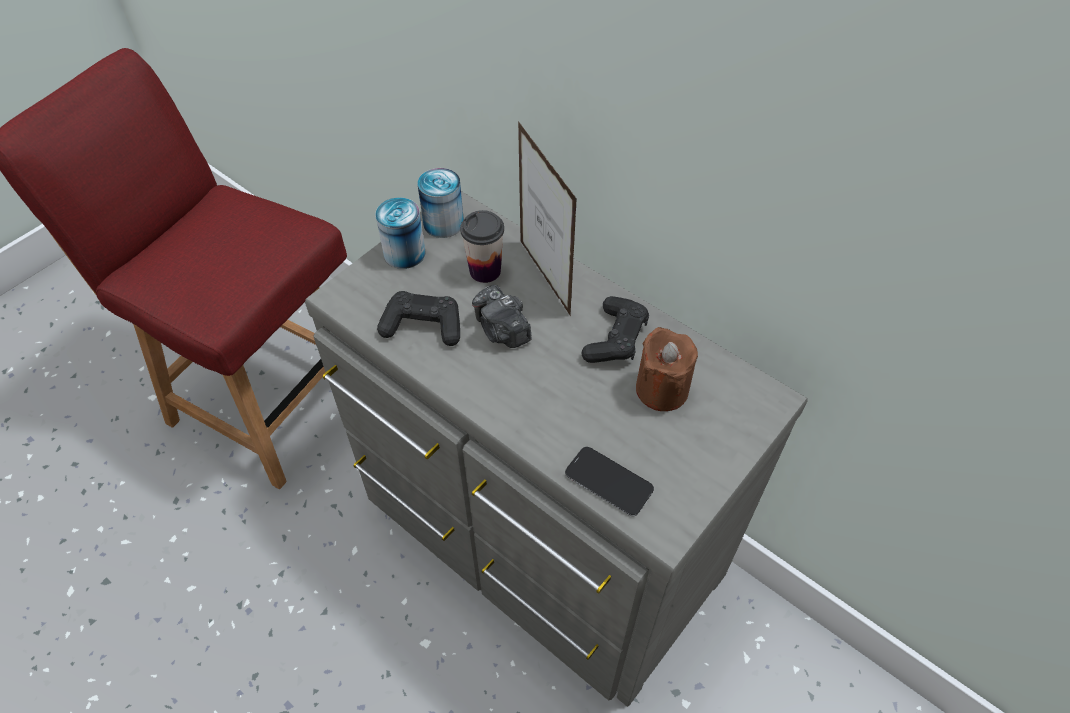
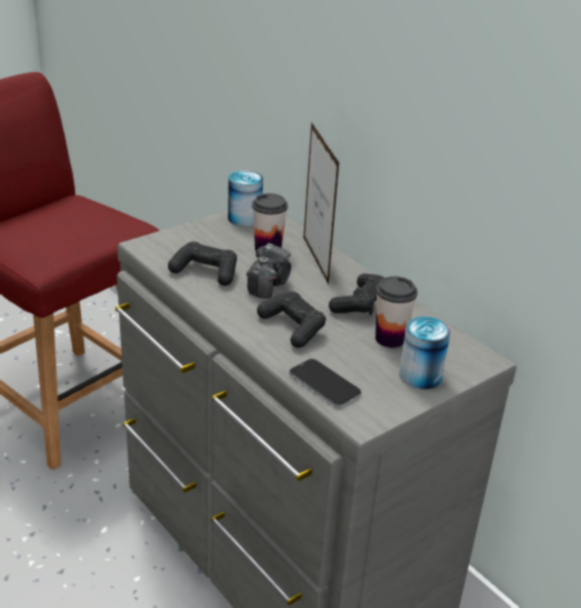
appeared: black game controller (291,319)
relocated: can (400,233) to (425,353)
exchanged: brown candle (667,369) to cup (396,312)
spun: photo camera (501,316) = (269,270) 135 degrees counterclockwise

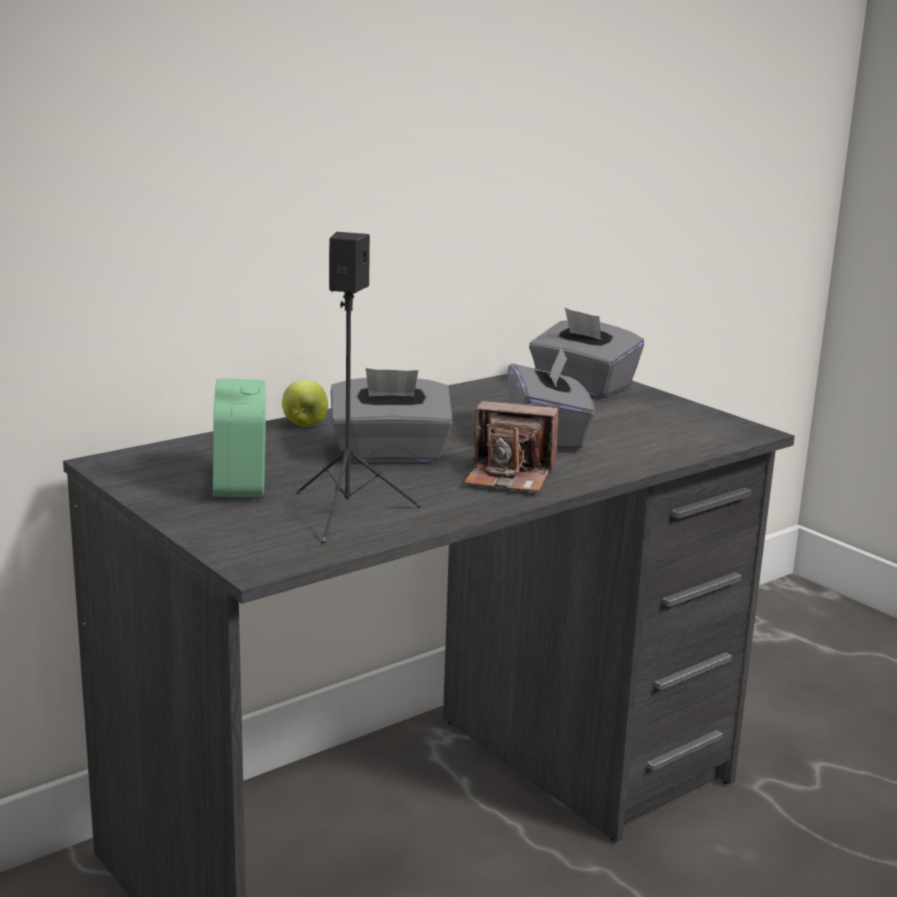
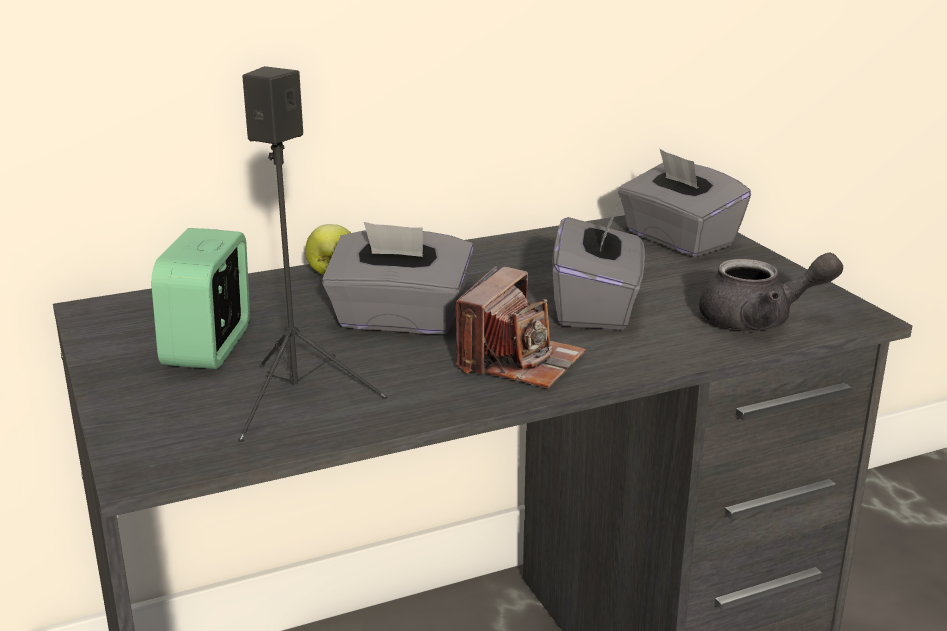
appeared: grey teapot (771,292)
spun: photo camera (511,446) = (521,327) 90 degrees counterclockwise

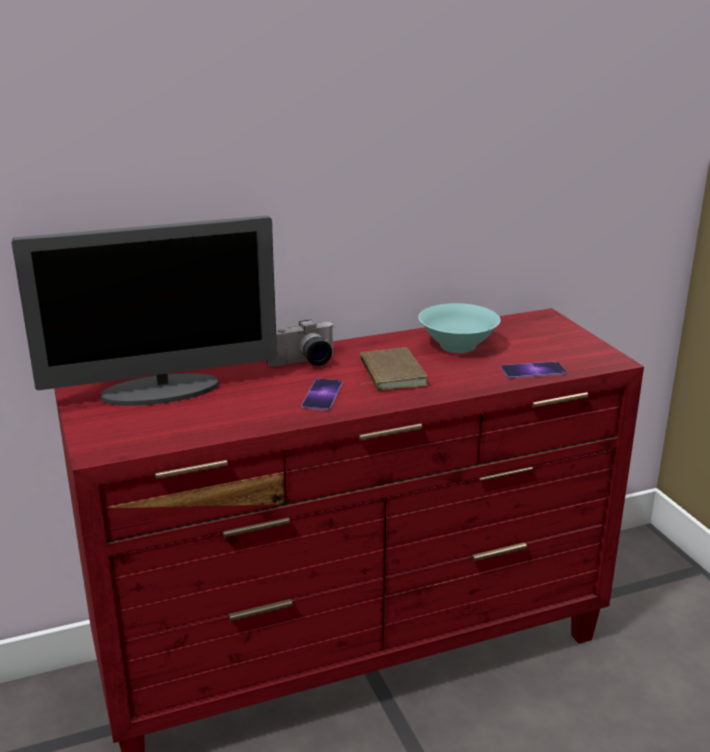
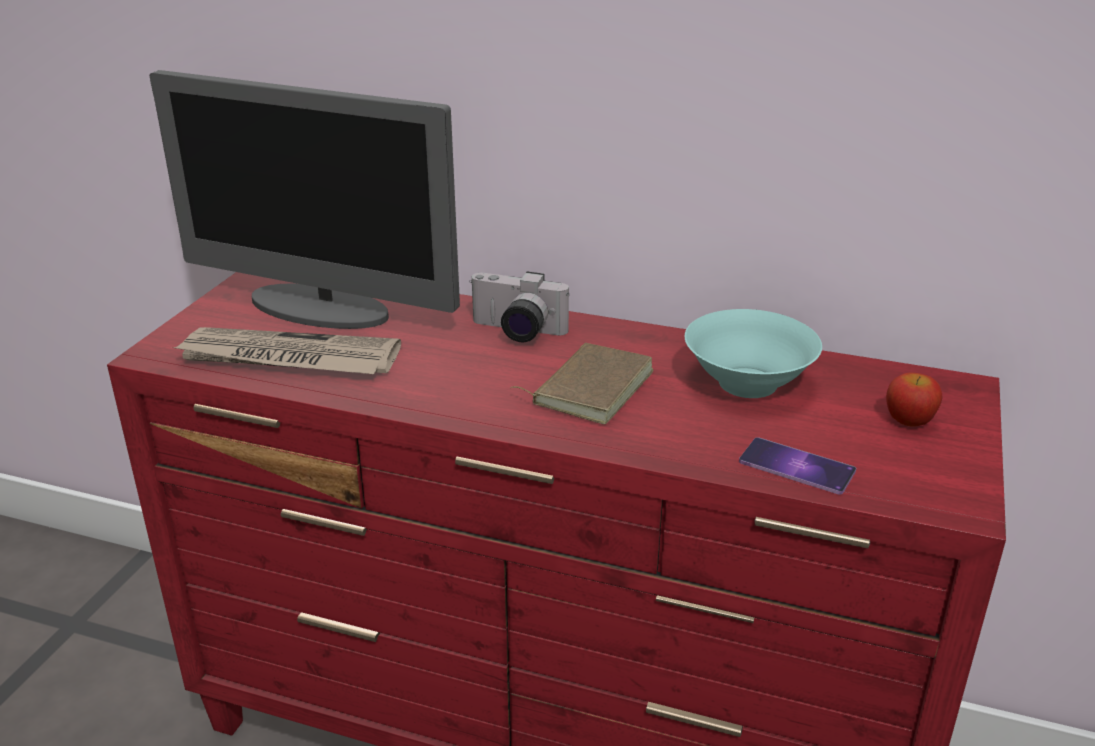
missing: phone (322,394)
appeared: newspaper (286,350); apple (914,399)

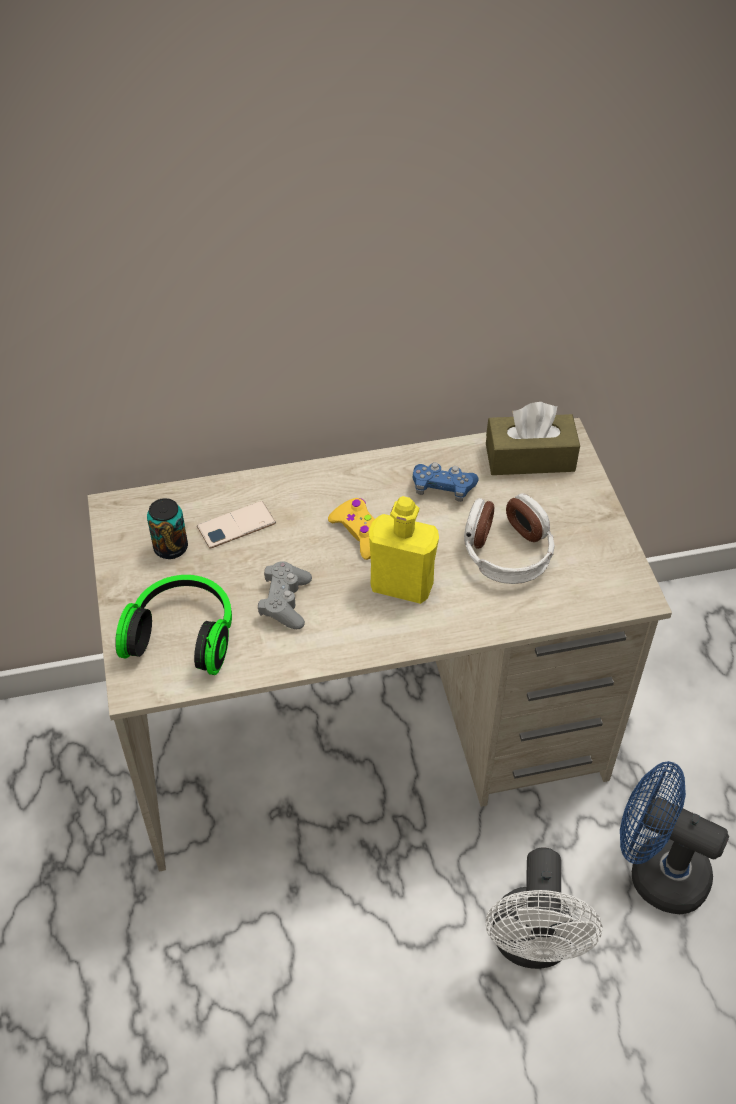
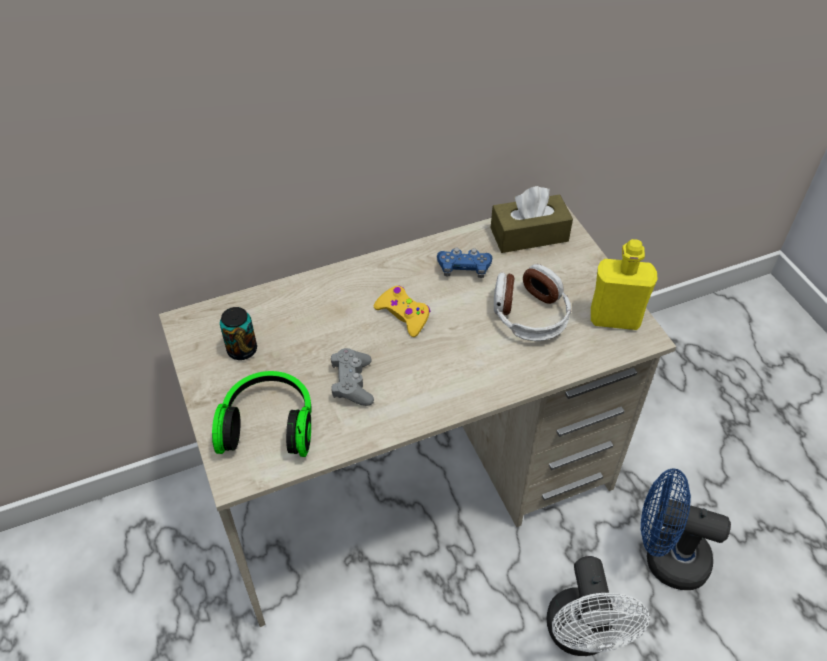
missing: phone (236,525)
relocated: yellow bottle (404,550) to (624,284)

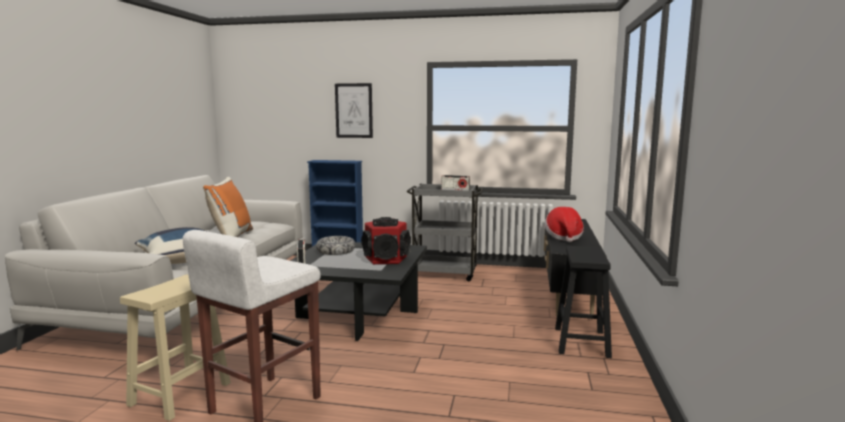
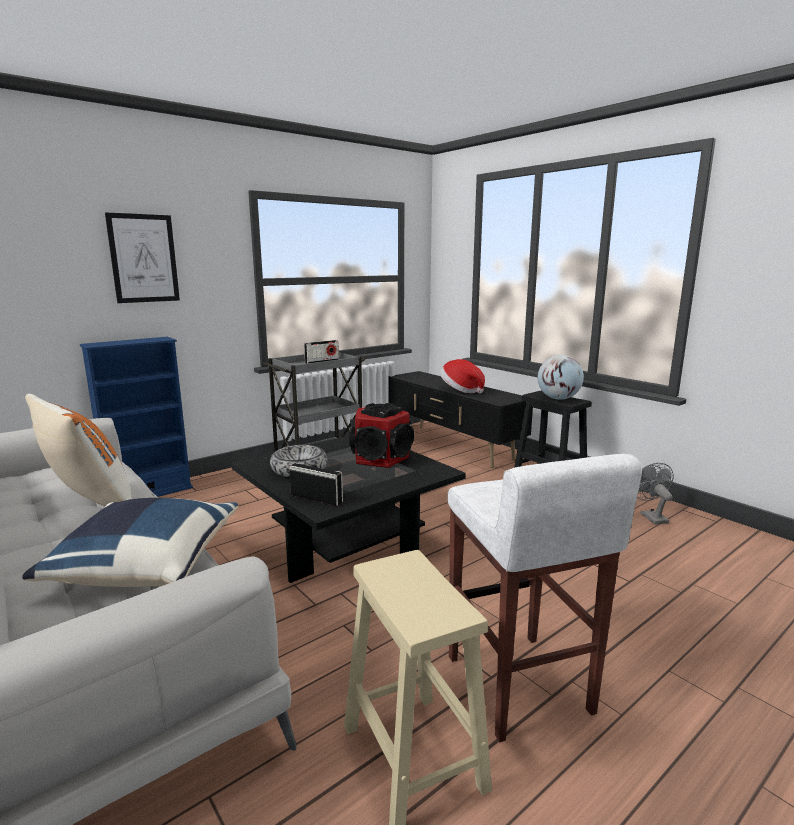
appeared: globe (561,377); grey fan (655,494)

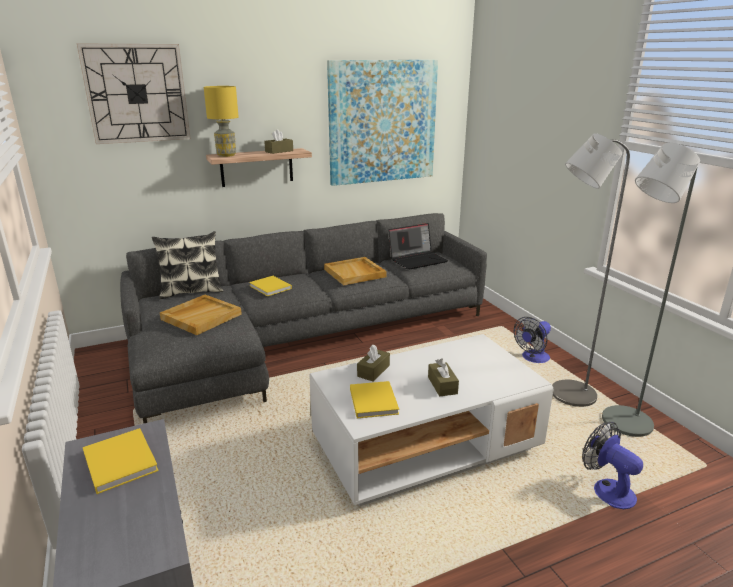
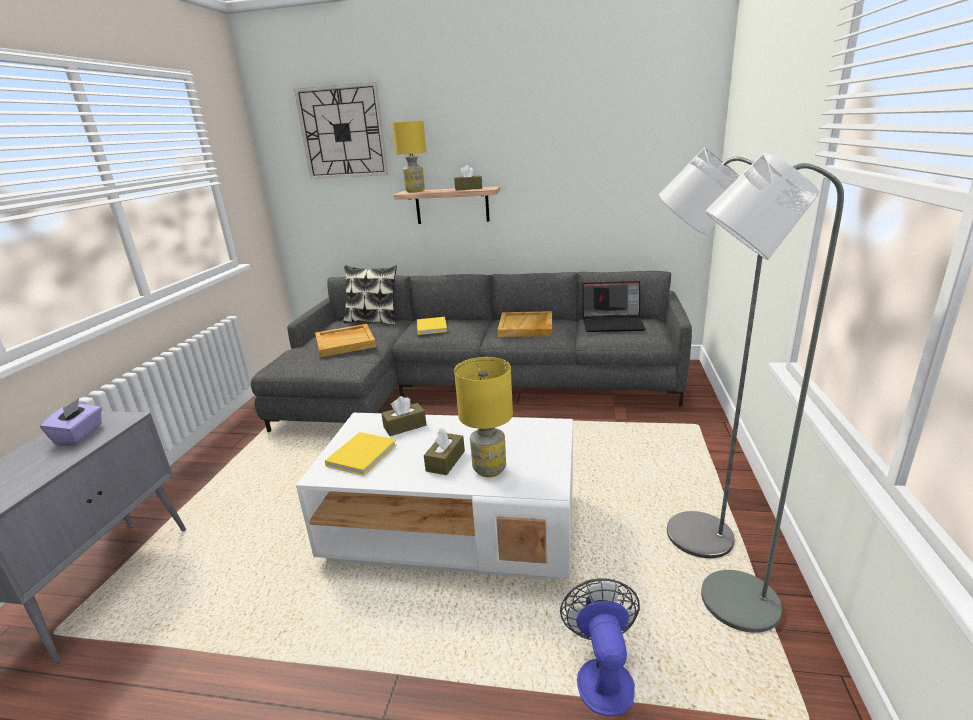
missing: picture (382,123); fan (532,340)
appeared: yellow table lamp (483,417)
exchanged: yellow book (120,461) to purple tissue box (71,421)

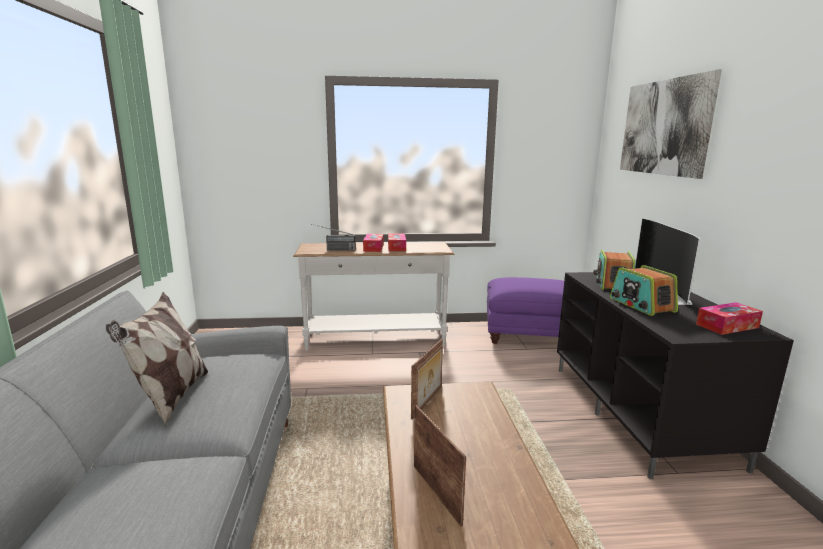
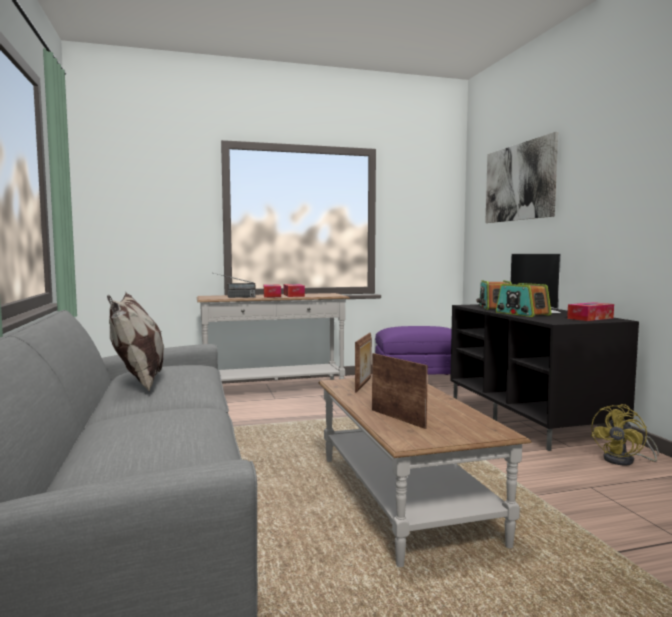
appeared: yellow fan (625,435)

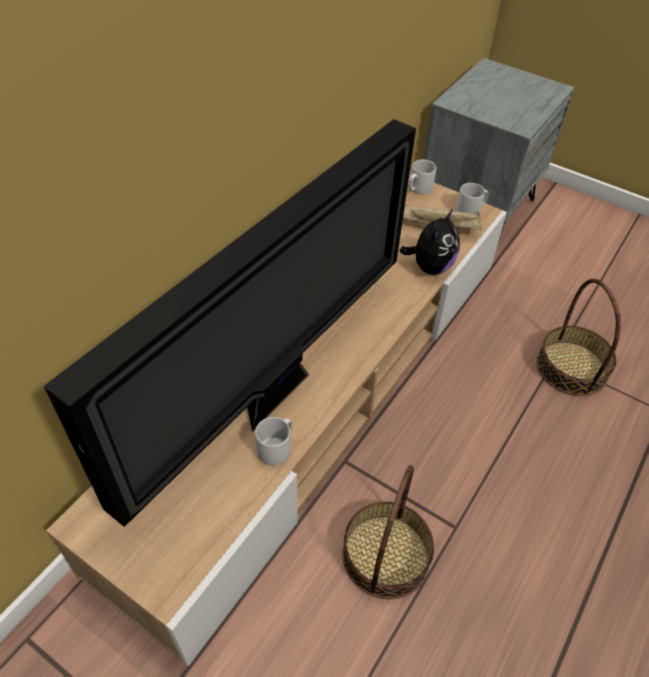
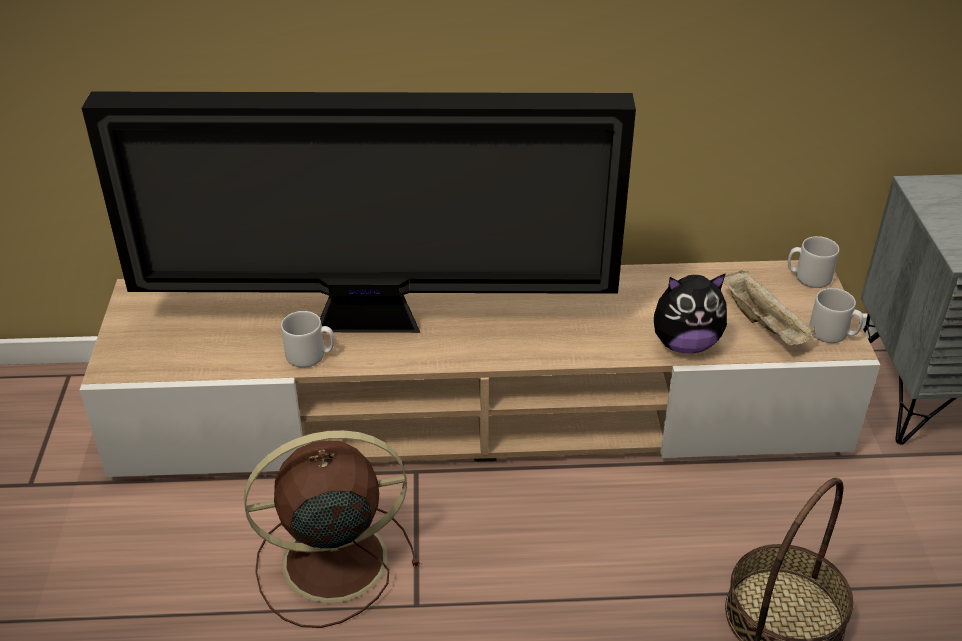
exchanged: basket (388,532) to brown fan (332,529)

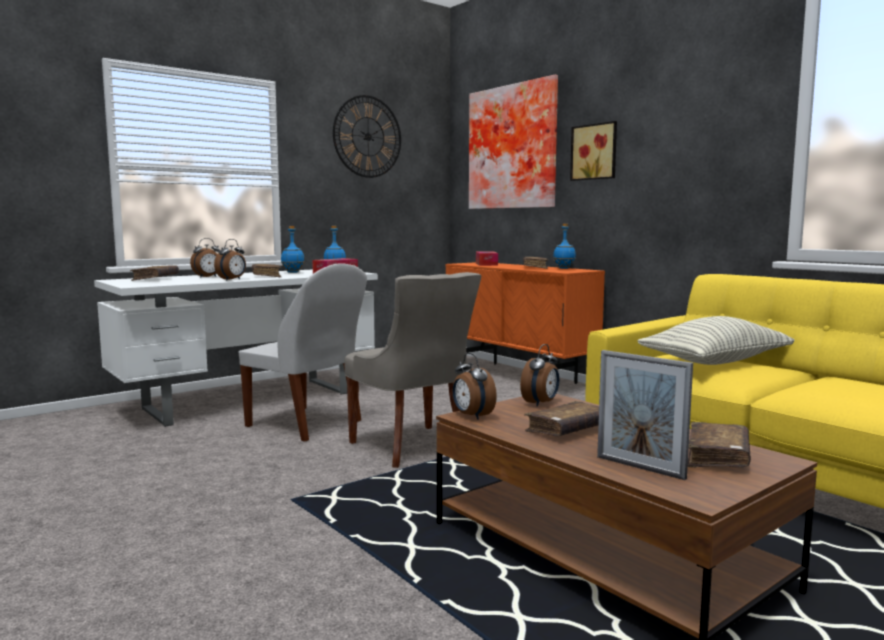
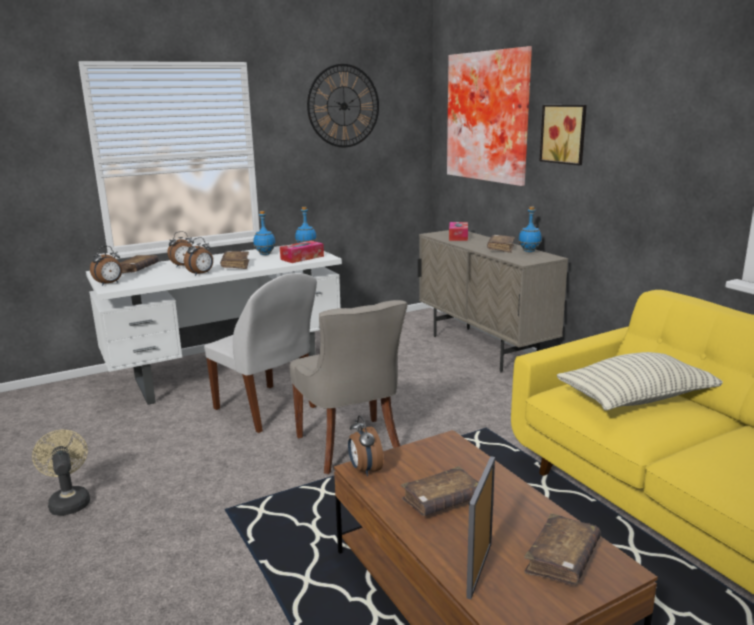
appeared: beige fan (61,473)
relocated: alarm clock (539,375) to (106,266)
colour: orange cabinet (525,323) to beige cabinet (493,301)
spun: picture frame (645,415) = (480,527) 60 degrees clockwise

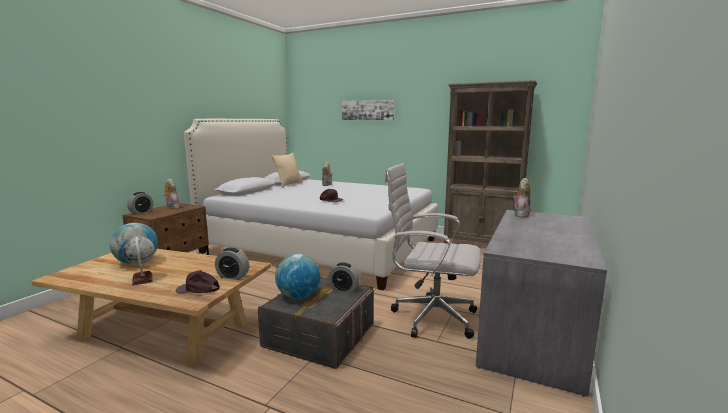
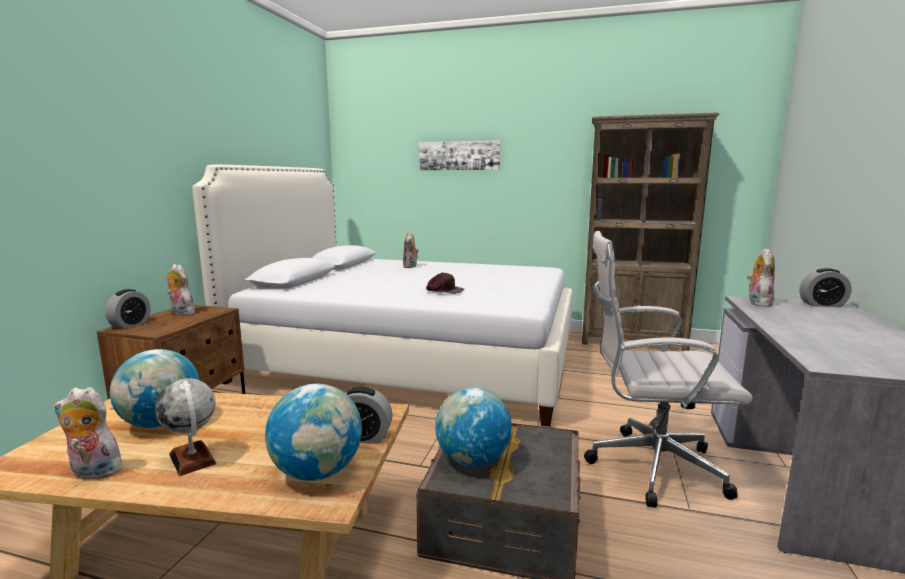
missing: beige pillow (287,170)
appeared: plush toy (89,433)
relocated: alarm clock (344,277) to (825,287)
exchanged: brown cap (197,281) to globe (313,432)

